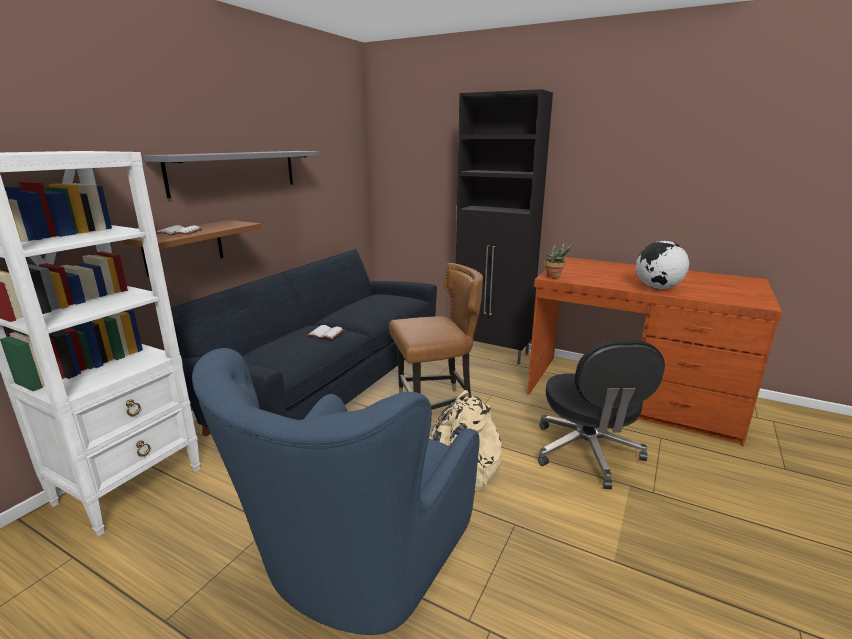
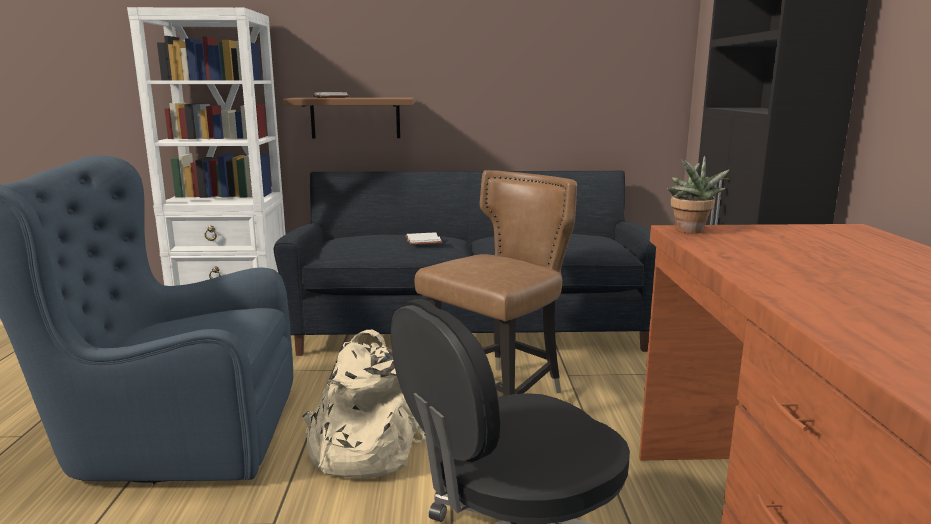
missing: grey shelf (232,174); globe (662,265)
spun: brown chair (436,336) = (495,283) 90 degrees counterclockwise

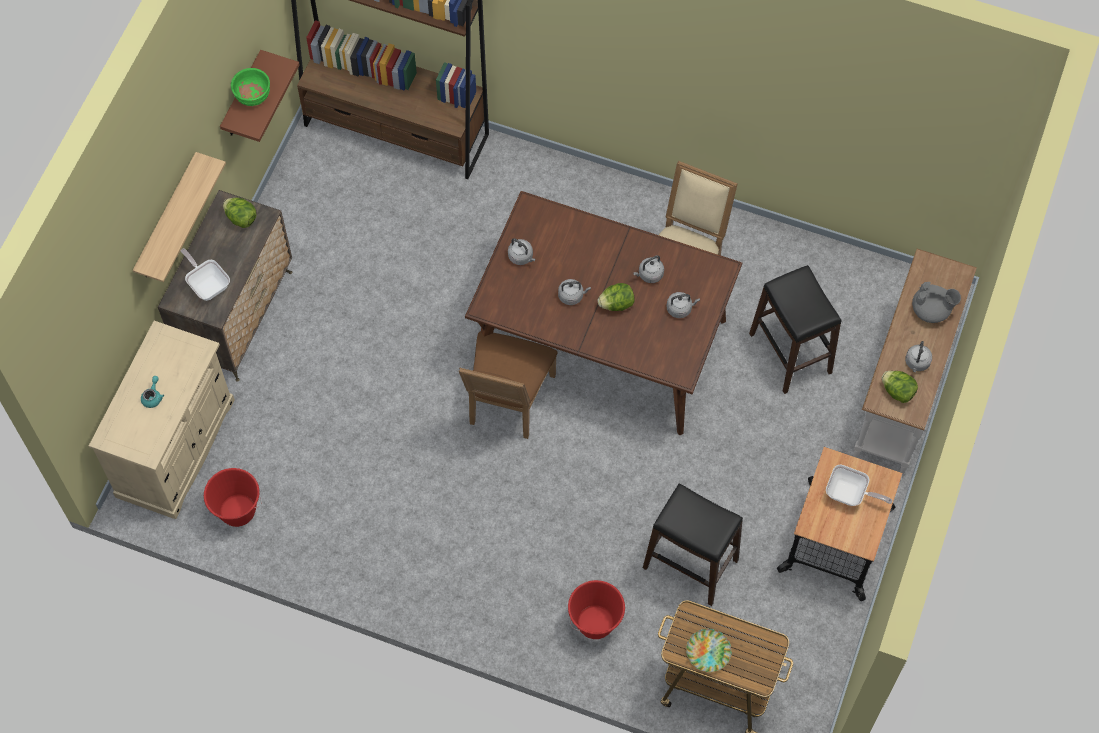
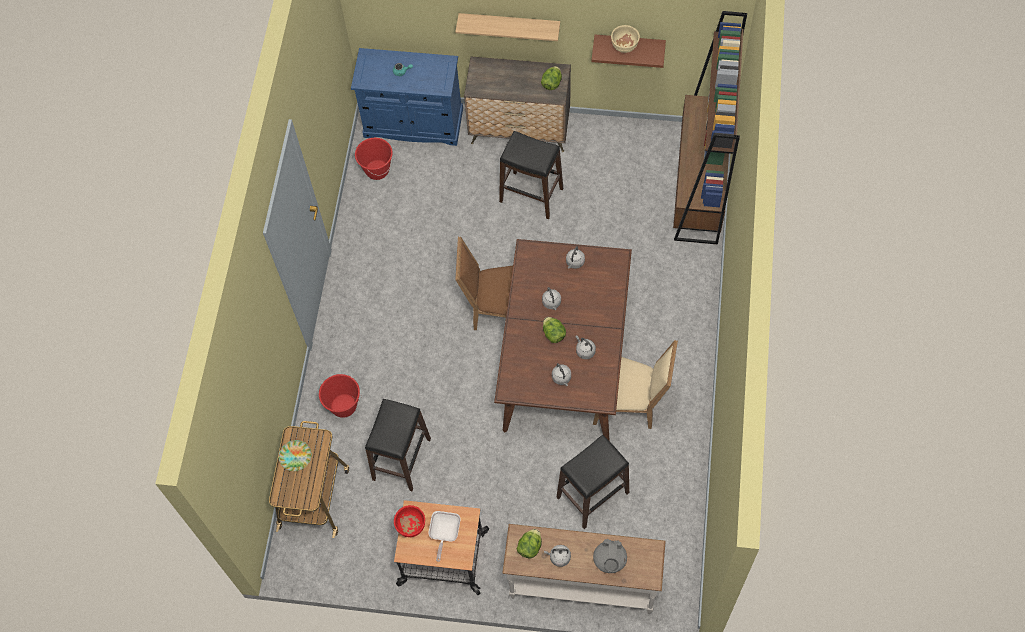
missing: frying pan (205,274)
appeared: red bowl (409,521); black stool (531,175)
colour: beige cabinet (162,420) to blue cabinet (407,97); green bowl (250,87) to beige bowl (625,39)

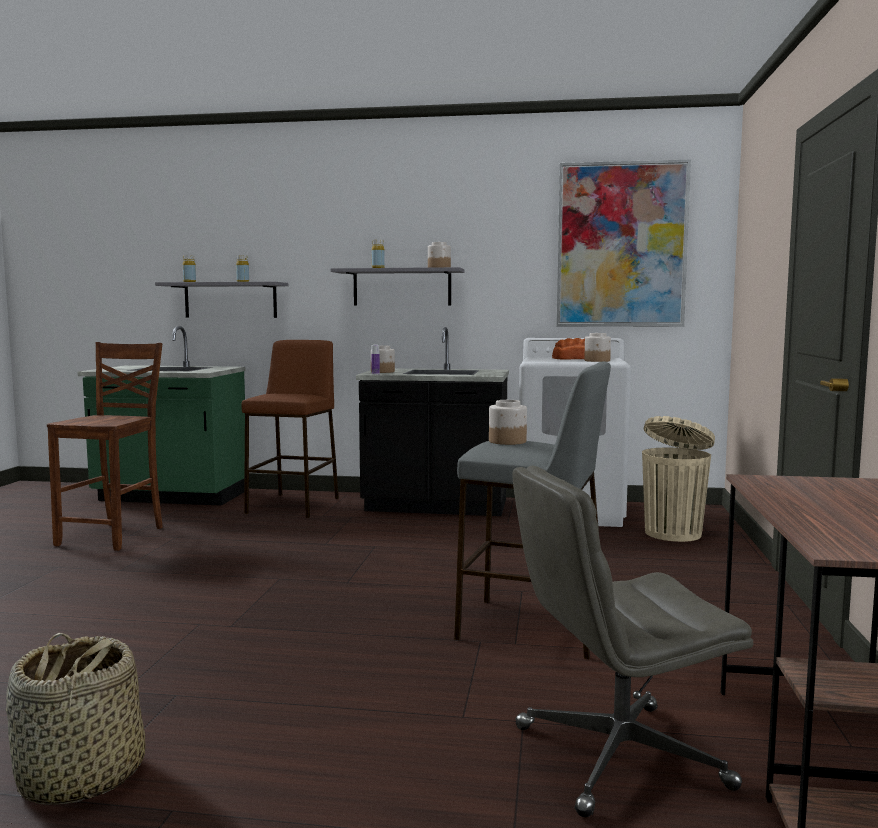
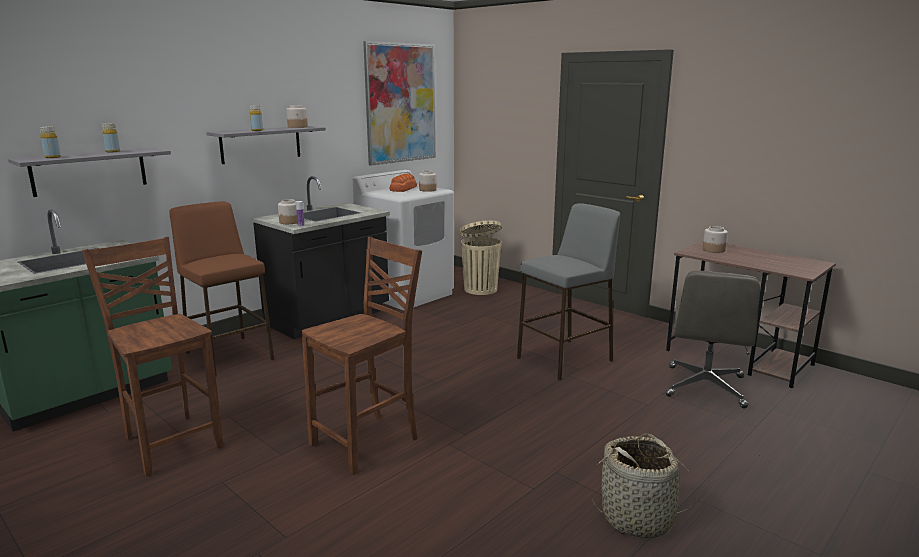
appeared: brown chair (361,356)
relocated: jar (508,422) to (715,239)

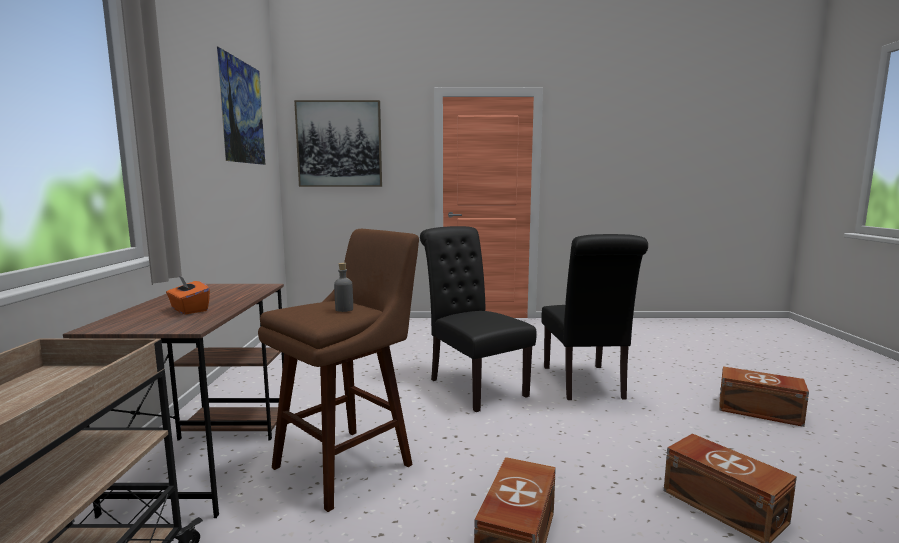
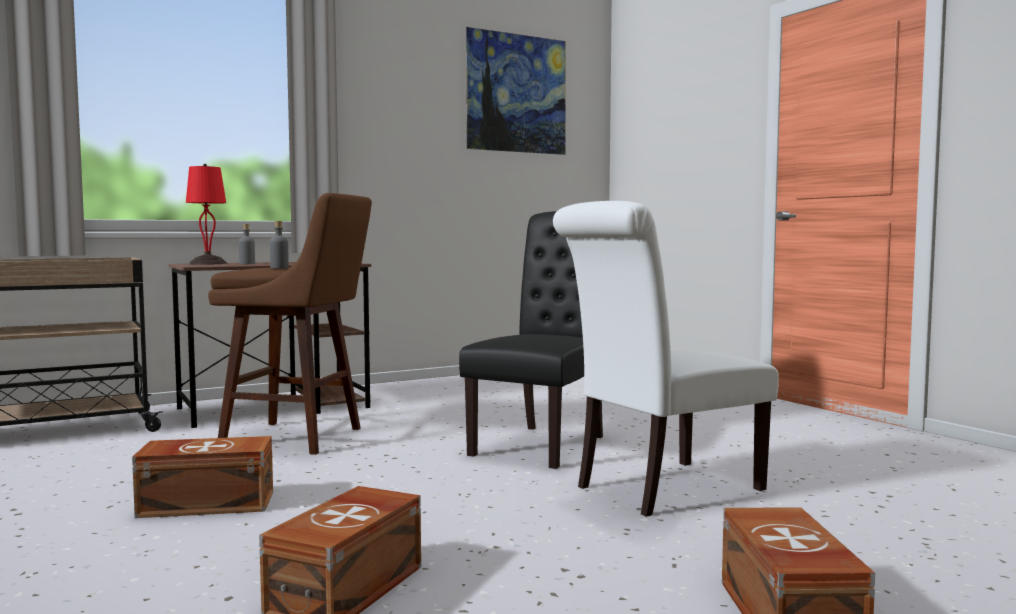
missing: picture (338,143)
appeared: red table lamp (206,214)
exchanged: orange tissue box (188,295) to grey bottle (247,244)
colour: black chair (595,317) to white chair (666,359)

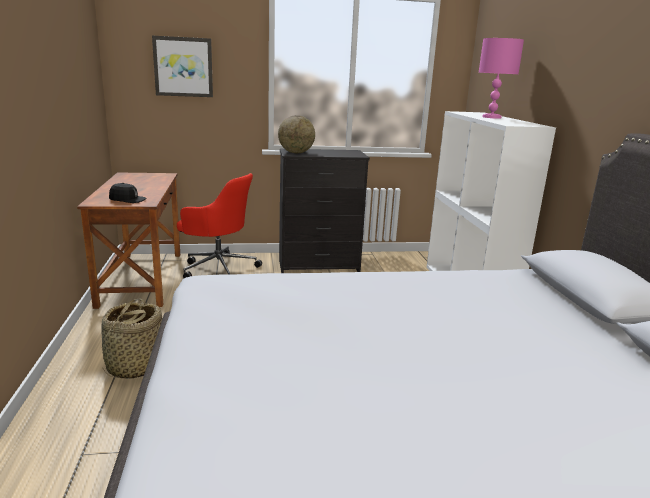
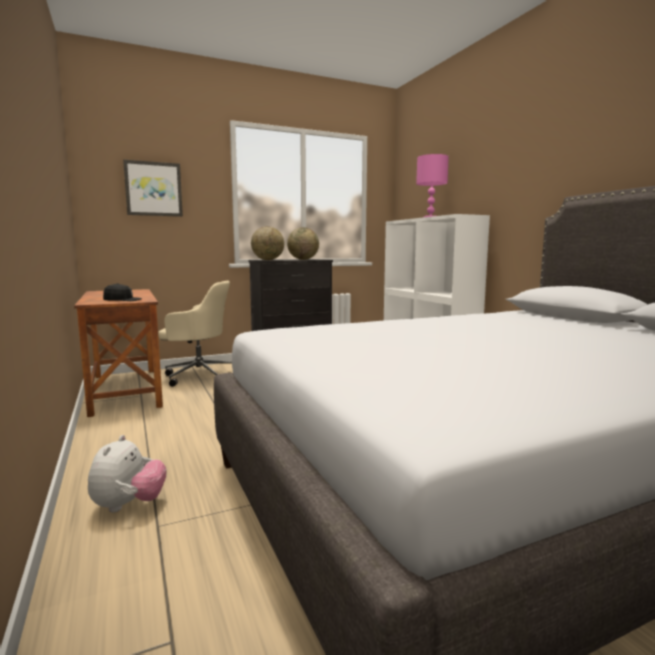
missing: basket (132,339)
appeared: plush toy (127,474); globe (303,243)
colour: red office chair (219,225) to beige office chair (195,334)

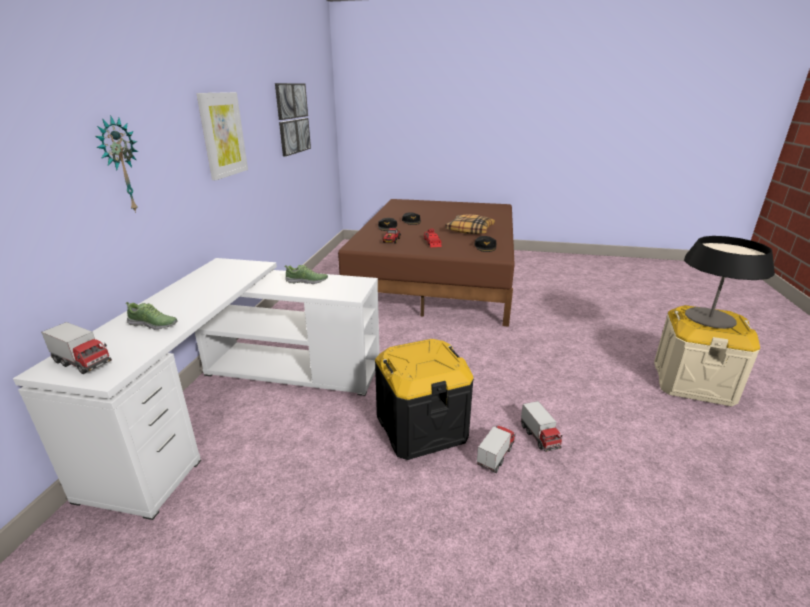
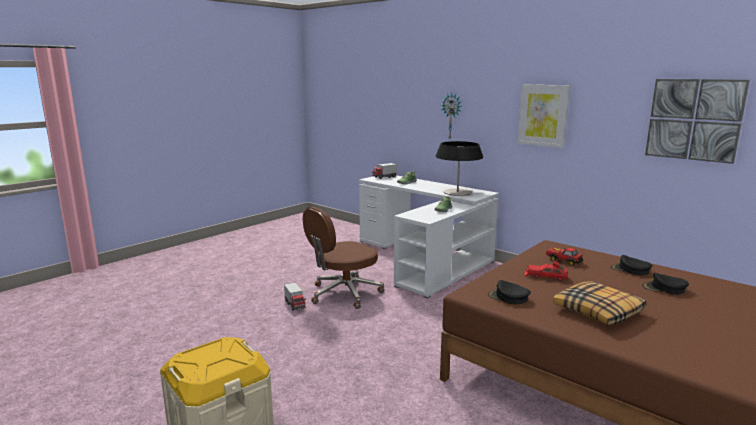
missing: toy truck (541,426)
relocated: table lamp (729,282) to (459,168)
exchanged: black storage box (424,399) to brown office chair (343,258)

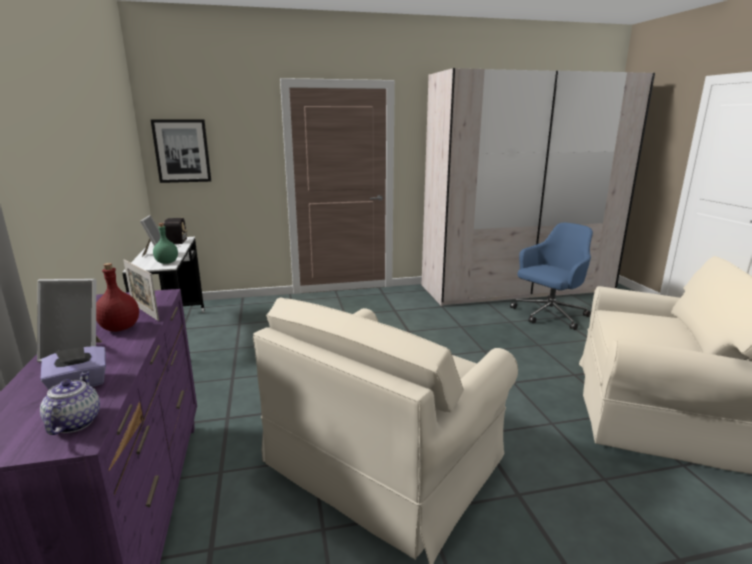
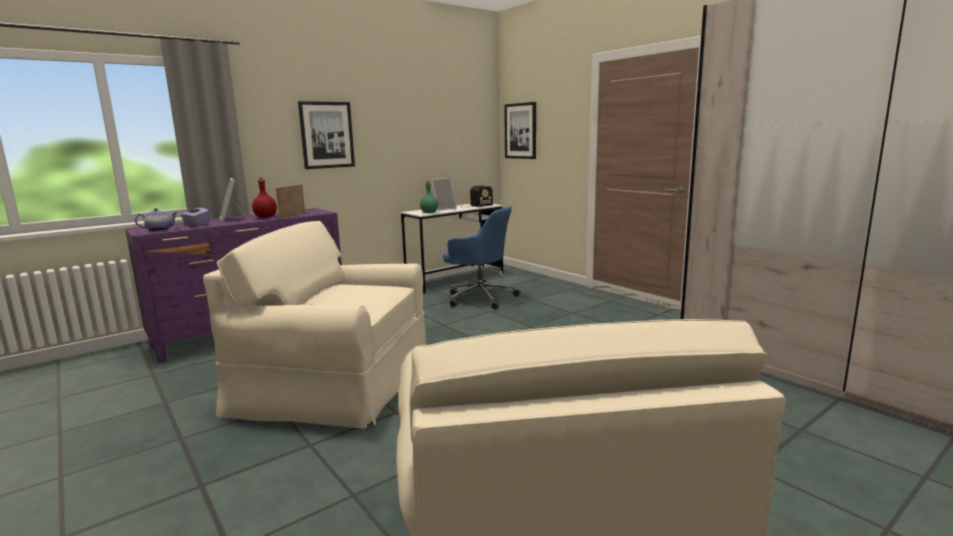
appeared: picture (326,135)
relocated: blue office chair (551,276) to (482,257)

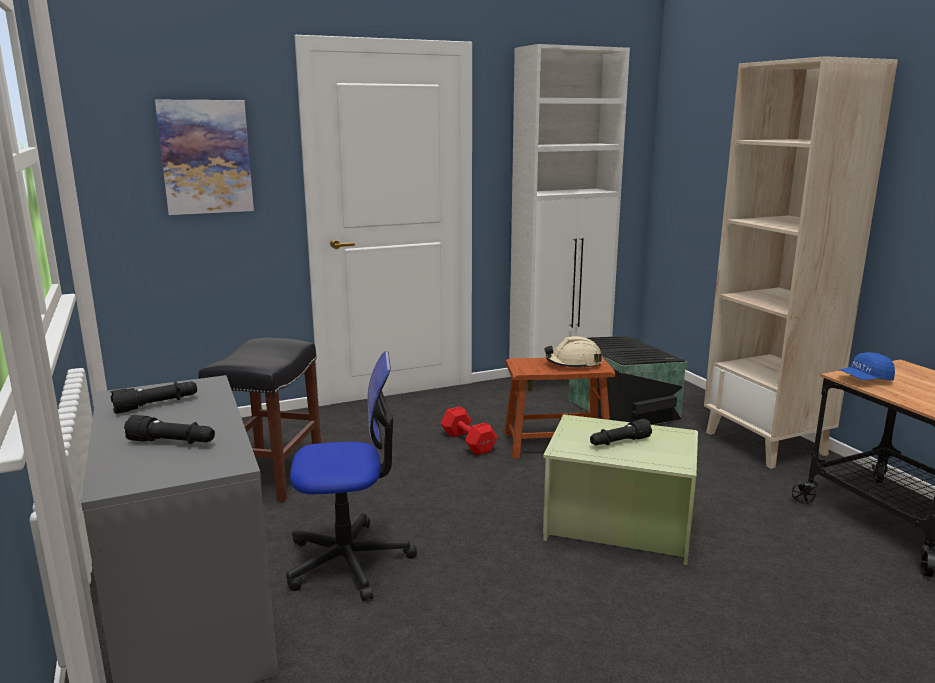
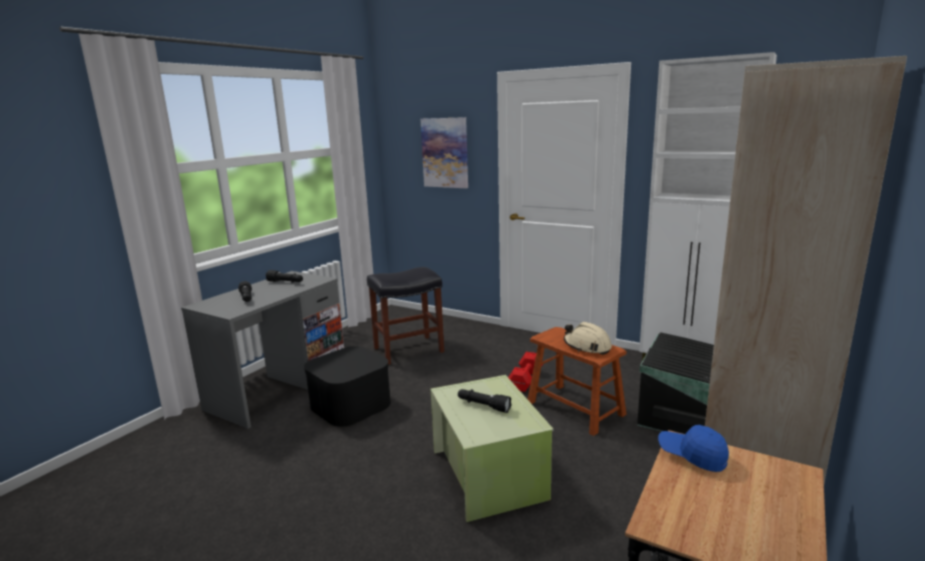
exchanged: office chair (351,476) to black storage box (347,386)

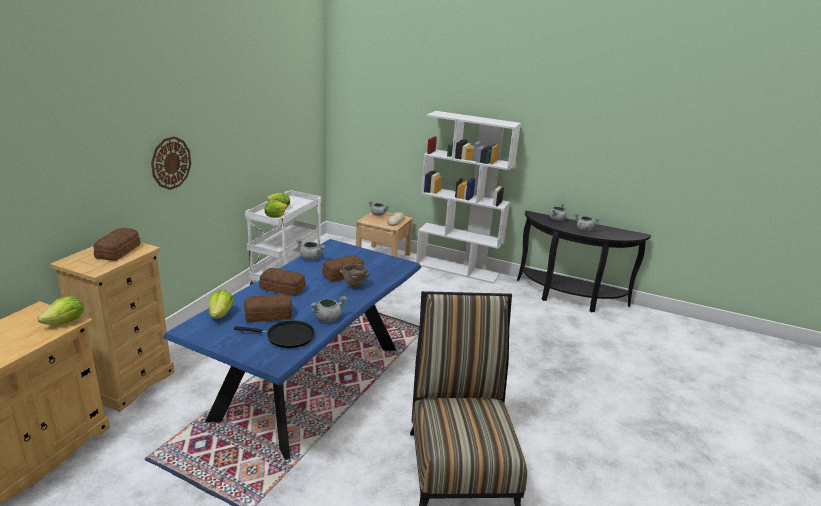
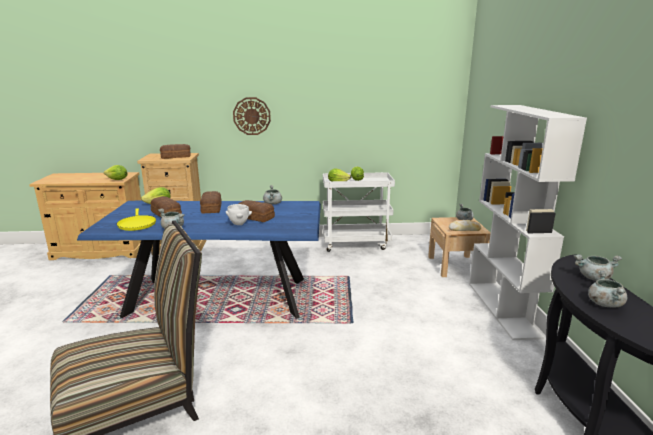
colour: black frying pan (274,334) to yellow frying pan (136,219); brown bowl (354,275) to white bowl (239,214)

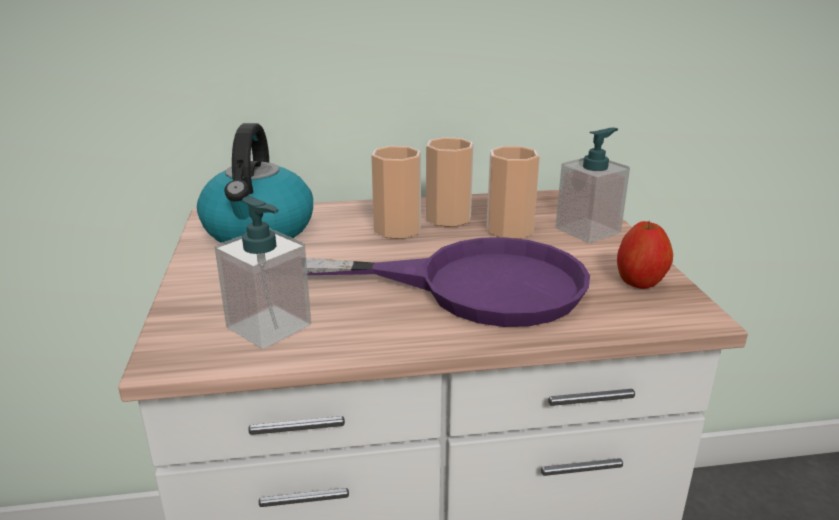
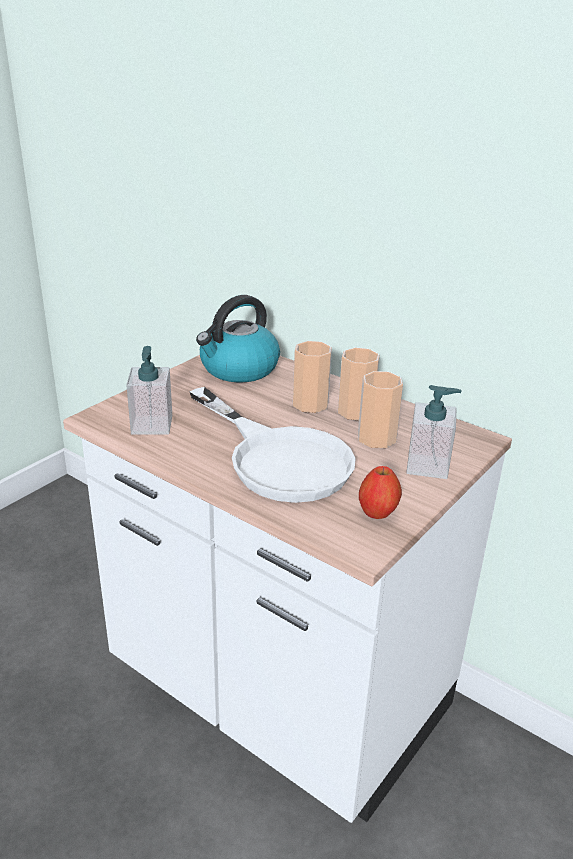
colour: purple frying pan (448,282) to white frying pan (272,445)

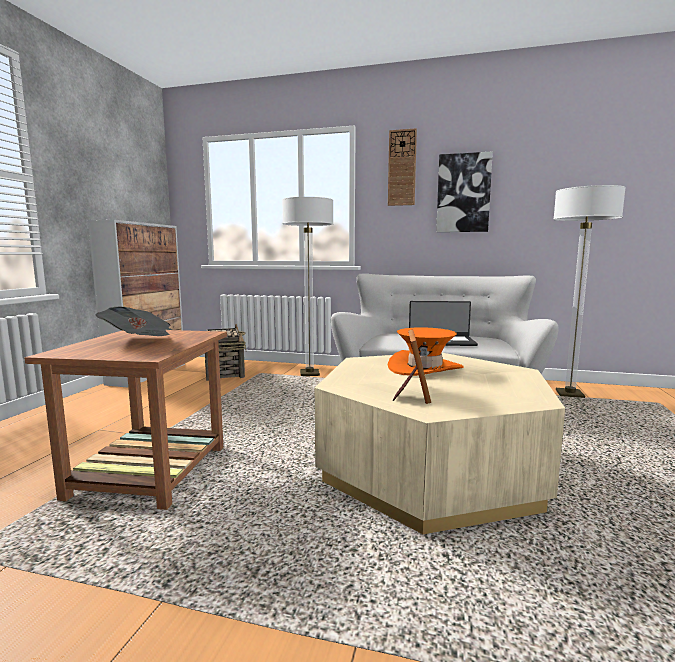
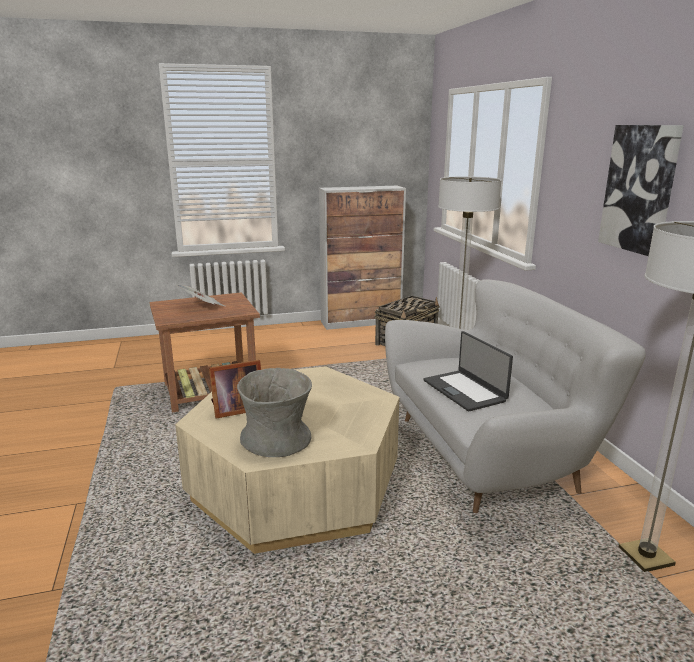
missing: wall clock (402,167); orange hat (426,351)
appeared: grey vase (274,412)

